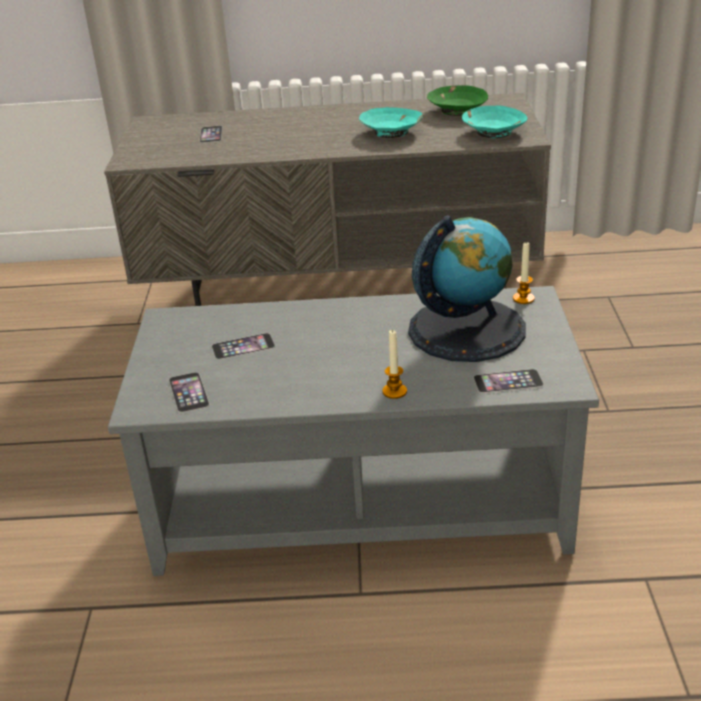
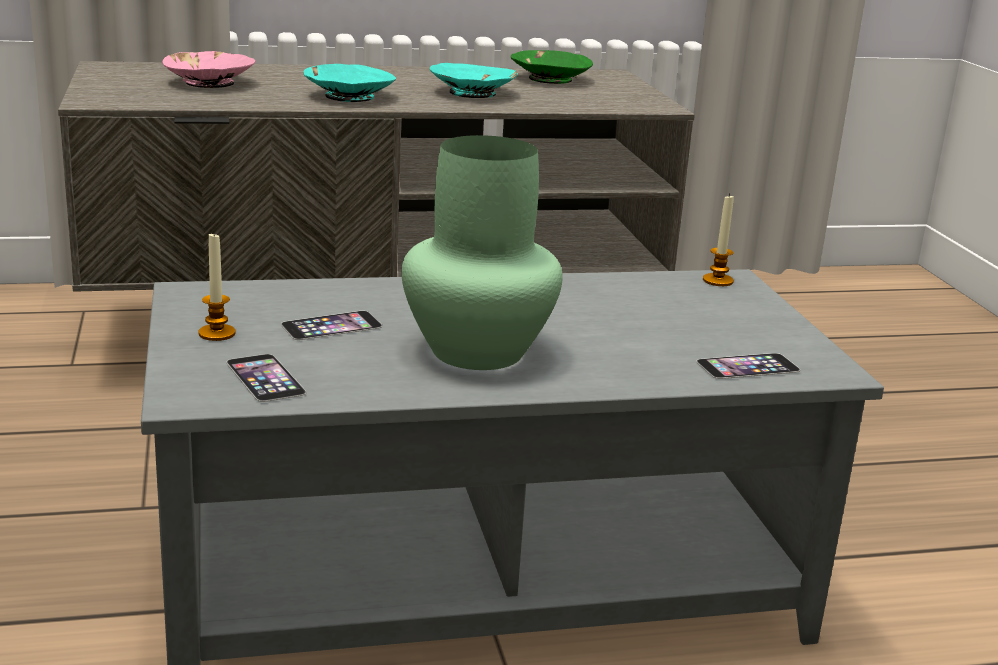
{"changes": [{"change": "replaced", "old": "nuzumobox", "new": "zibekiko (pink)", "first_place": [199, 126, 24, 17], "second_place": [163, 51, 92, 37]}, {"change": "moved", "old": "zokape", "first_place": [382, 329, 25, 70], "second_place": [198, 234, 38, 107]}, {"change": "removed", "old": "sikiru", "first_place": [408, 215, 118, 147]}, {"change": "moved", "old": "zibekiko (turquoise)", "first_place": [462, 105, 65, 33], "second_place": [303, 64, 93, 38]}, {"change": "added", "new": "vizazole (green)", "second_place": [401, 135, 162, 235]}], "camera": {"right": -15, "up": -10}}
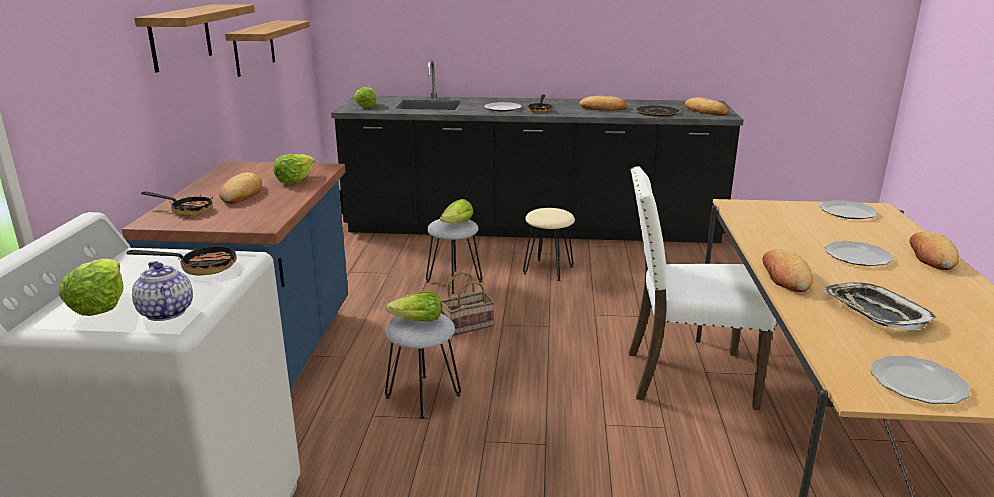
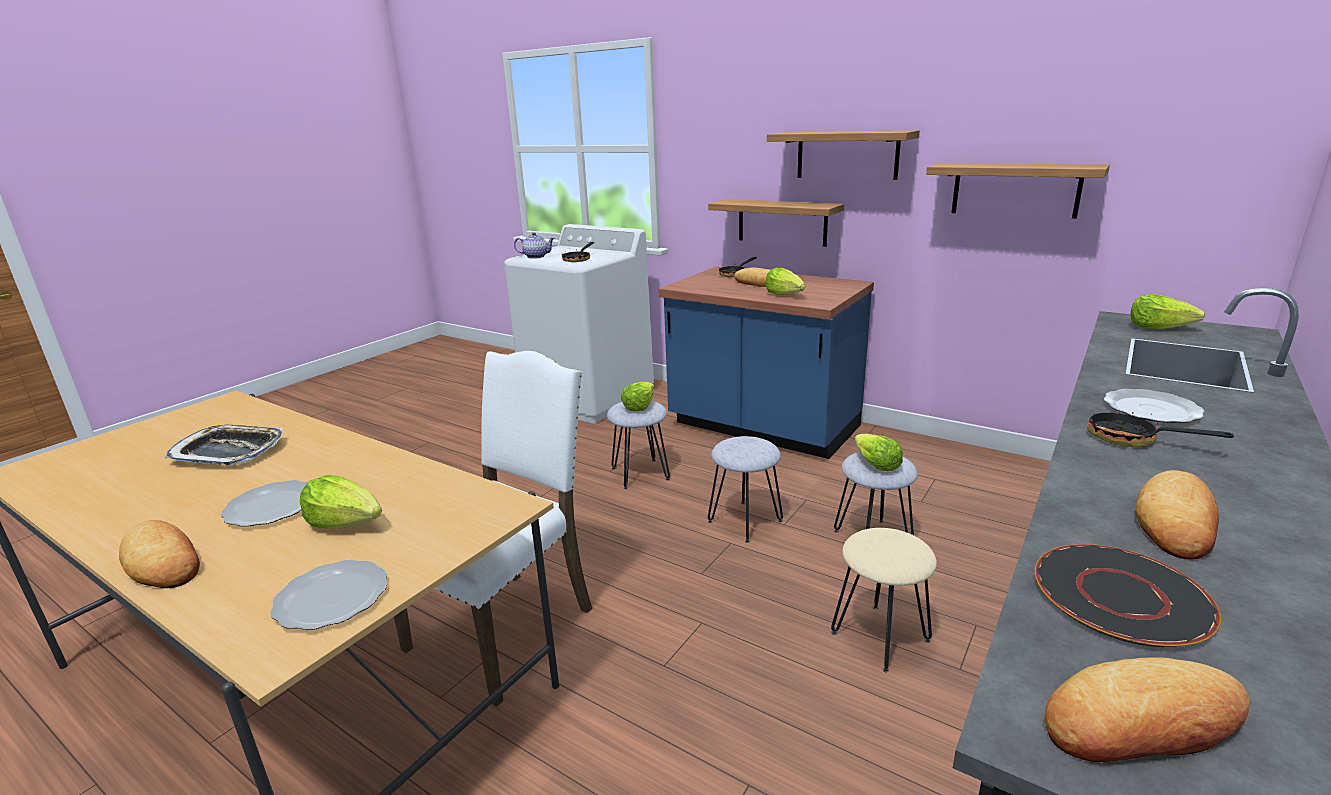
{"changes": [{"change": "moved", "old": "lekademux", "first_place": [59, 259, 65, 57], "second_place": [300, 475, 82, 54]}, {"change": "replaced", "old": "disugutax", "new": "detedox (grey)", "first_place": [441, 272, 54, 64], "second_place": [708, 436, 75, 107]}, {"change": "removed", "old": "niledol", "first_place": [762, 249, 51, 43]}, {"change": "removed", "old": "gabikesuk", "first_place": [871, 355, 99, 49]}, {"change": "added", "new": "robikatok", "second_place": [708, 199, 136, 48]}], "camera": {"right": 120, "up": 0}}
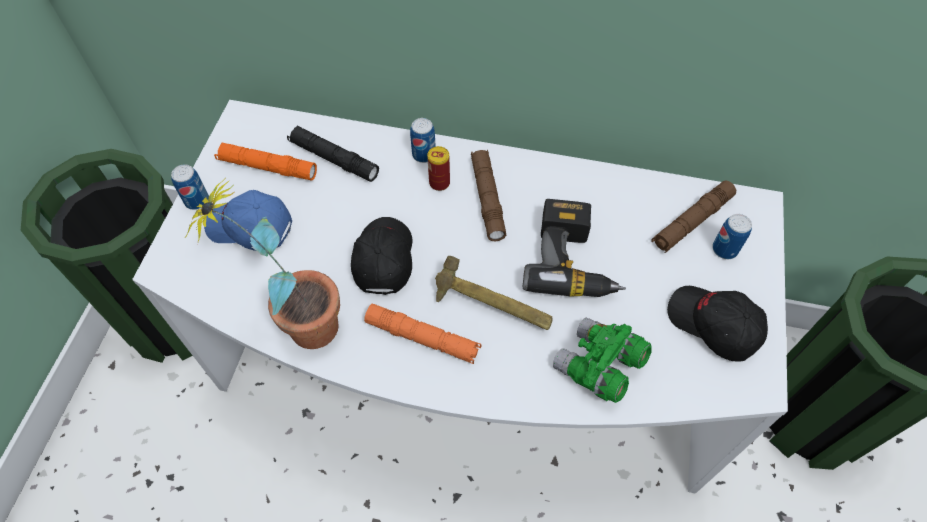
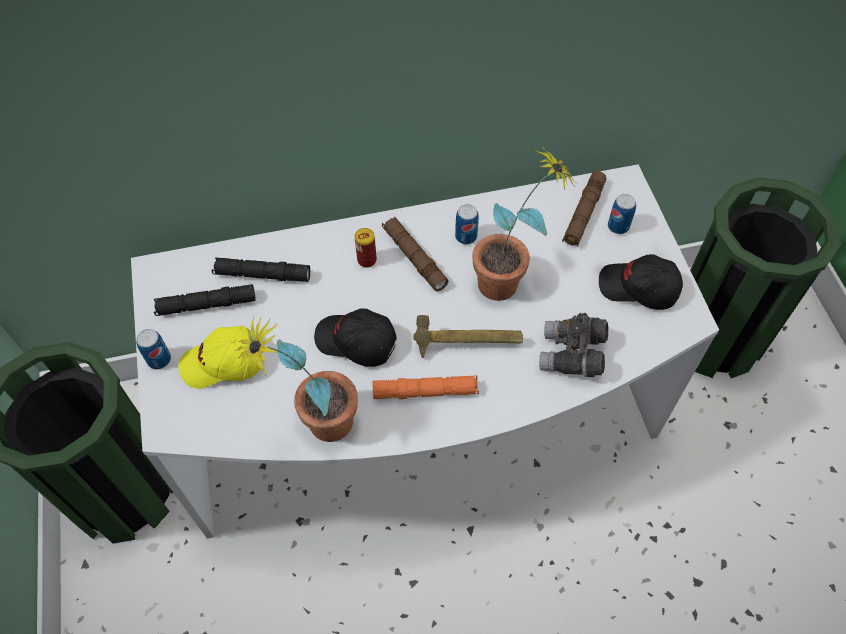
{"changes": [{"change": "recoloured", "old": "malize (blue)", "new": "malize (yellow)", "first_place": [204, 190, 88, 61], "second_place": [179, 326, 84, 63]}, {"change": "recoloured", "old": "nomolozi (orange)", "new": "nomolozi (black)", "first_place": [214, 142, 103, 39], "second_place": [154, 284, 101, 32]}, {"change": "turned", "old": "malize (black)", "first_place": [351, 217, 61, 78], "second_place": [314, 309, 83, 58], "degrees": -45}, {"change": "moved", "old": "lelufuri", "first_place": [410, 118, 26, 45], "second_place": [455, 204, 24, 40]}, {"change": "replaced", "old": "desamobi", "new": "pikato", "first_place": [523, 199, 103, 98], "second_place": [472, 146, 105, 155]}, {"change": "recoloured", "old": "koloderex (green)", "new": "koloderex (grey)", "first_place": [553, 317, 99, 86], "second_place": [539, 313, 69, 64]}], "camera": {"right": -25, "up": 0}}
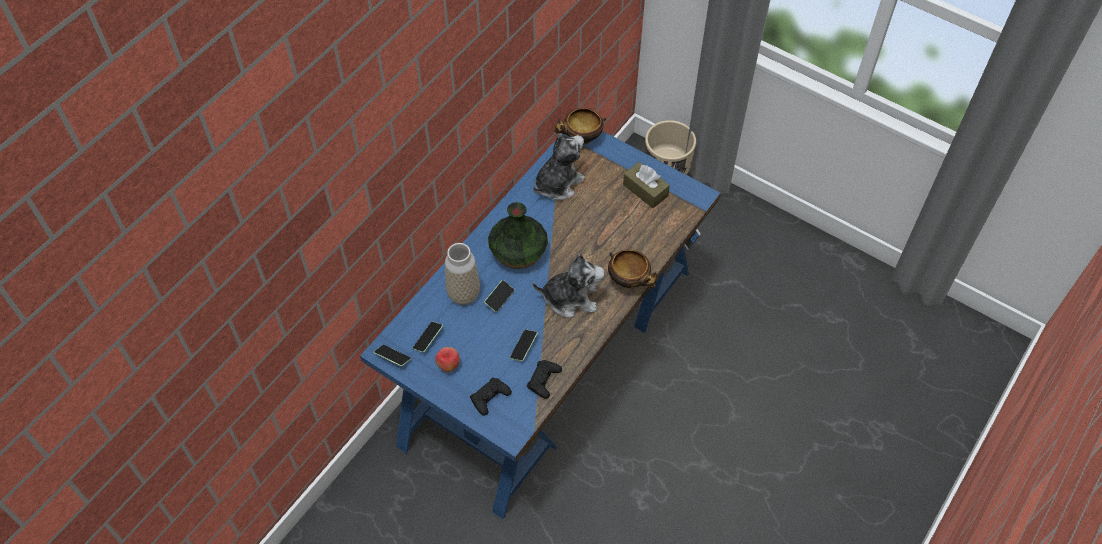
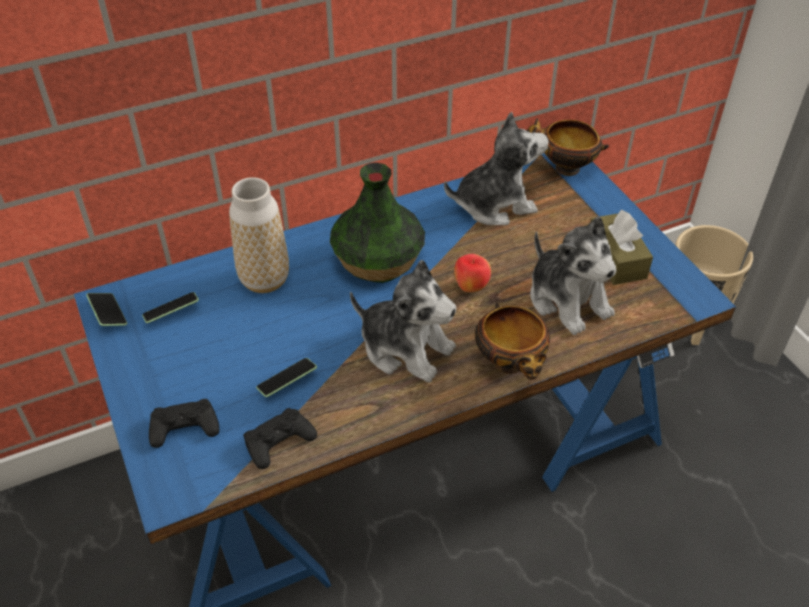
{"changes": [{"change": "moved", "old": "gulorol", "first_place": [435, 347, 25, 25], "second_place": [454, 254, 37, 38]}, {"change": "removed", "old": "nuzumobox", "first_place": [484, 280, 30, 32]}, {"change": "added", "new": "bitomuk", "second_place": [530, 216, 87, 119]}], "camera": {"right": 30, "up": -10}}
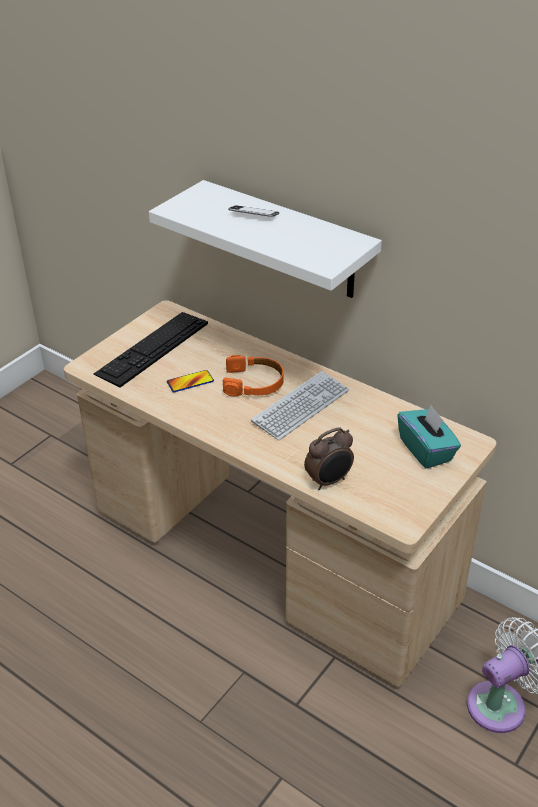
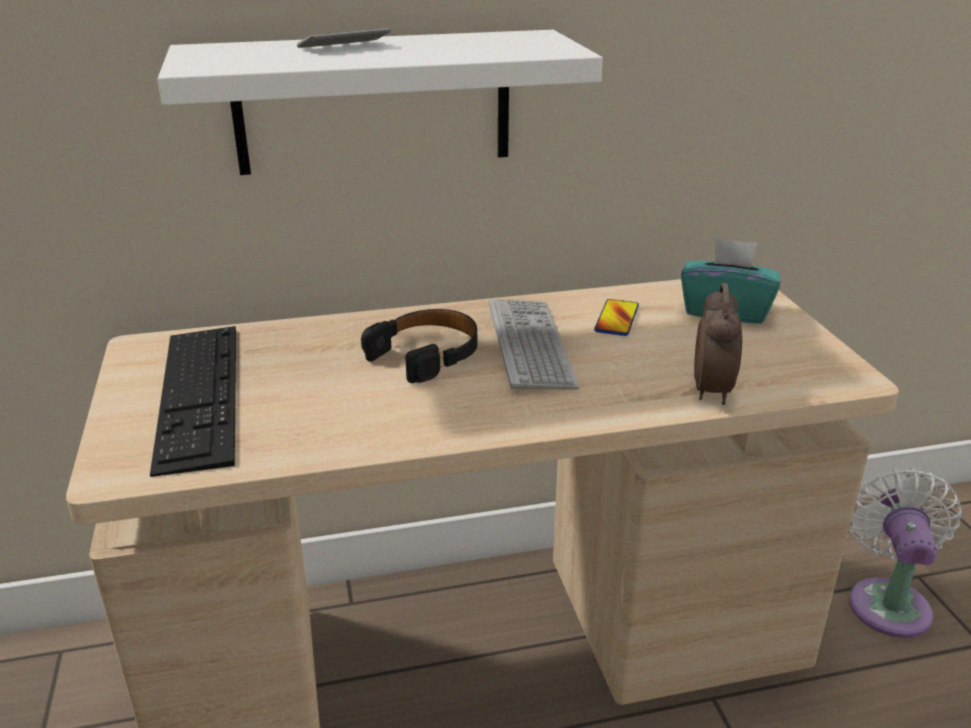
{"changes": [{"change": "moved", "old": "nuzumobox", "first_place": [167, 370, 47, 22], "second_place": [594, 299, 45, 37]}, {"change": "recoloured", "old": "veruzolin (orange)", "new": "veruzolin (black)", "first_place": [223, 355, 61, 41], "second_place": [361, 309, 116, 74]}], "camera": {"right": -50, "up": -10}}
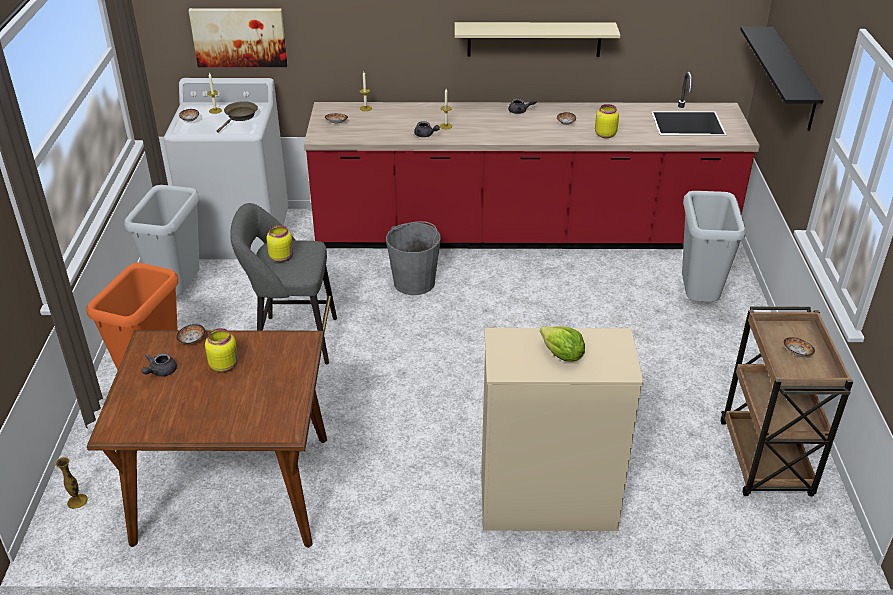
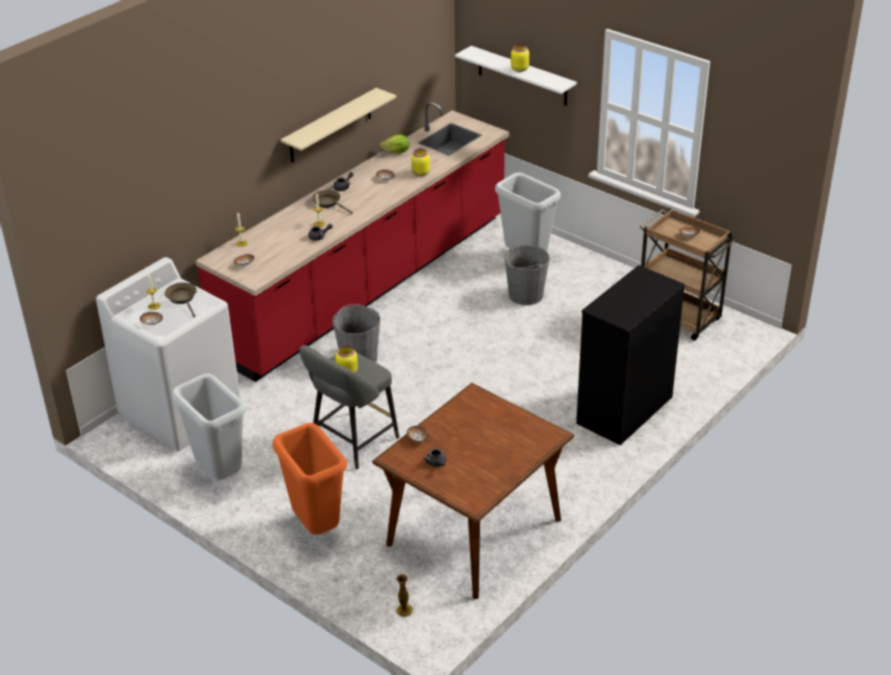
{"changes": [{"change": "removed", "old": "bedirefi", "first_place": [189, 8, 98, 59]}, {"change": "moved", "old": "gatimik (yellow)", "first_place": [205, 328, 33, 44], "second_place": [511, 44, 18, 28]}, {"change": "recoloured", "old": "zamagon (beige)", "new": "zamagon (black)", "first_place": [481, 328, 163, 203], "second_place": [576, 265, 109, 180]}, {"change": "moved", "old": "lekademux", "first_place": [540, 326, 45, 36], "second_place": [379, 135, 31, 18]}, {"change": "recoloured", "old": "robikatok (black)", "new": "robikatok (white)", "first_place": [740, 27, 84, 104], "second_place": [455, 46, 122, 60]}, {"change": "added", "new": "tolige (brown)", "second_place": [312, 190, 41, 24]}, {"change": "added", "new": "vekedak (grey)", "second_place": [504, 245, 46, 60]}], "camera": {"right": -50, "up": 0}}
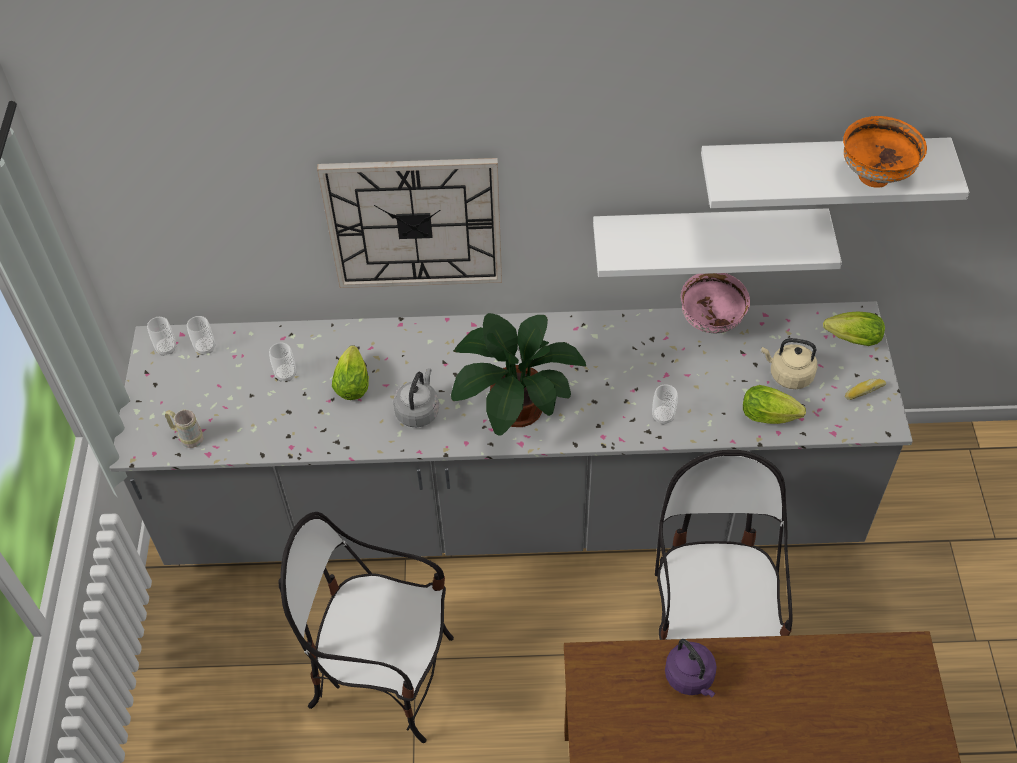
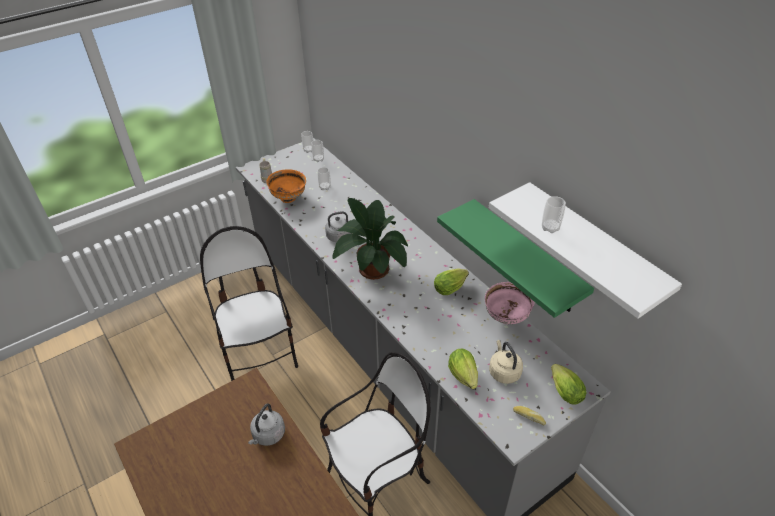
{"changes": [{"change": "removed", "old": "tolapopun", "first_place": [317, 158, 185, 130]}, {"change": "moved", "old": "lekademux", "first_place": [332, 346, 37, 54], "second_place": [434, 268, 35, 27]}, {"change": "recoloured", "old": "robikatok (white)", "new": "robikatok (green)", "first_place": [593, 208, 249, 69], "second_place": [437, 199, 157, 119]}, {"change": "moved", "old": "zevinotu", "first_place": [652, 384, 26, 41], "second_place": [542, 196, 24, 37]}, {"change": "recoloured", "old": "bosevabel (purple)", "new": "bosevabel (grey)", "first_place": [665, 639, 52, 58], "second_place": [248, 403, 37, 43]}, {"change": "moved", "old": "zibekiko (orange)", "first_place": [843, 116, 84, 72], "second_place": [267, 169, 39, 34]}], "camera": {"right": 55, "up": -10}}
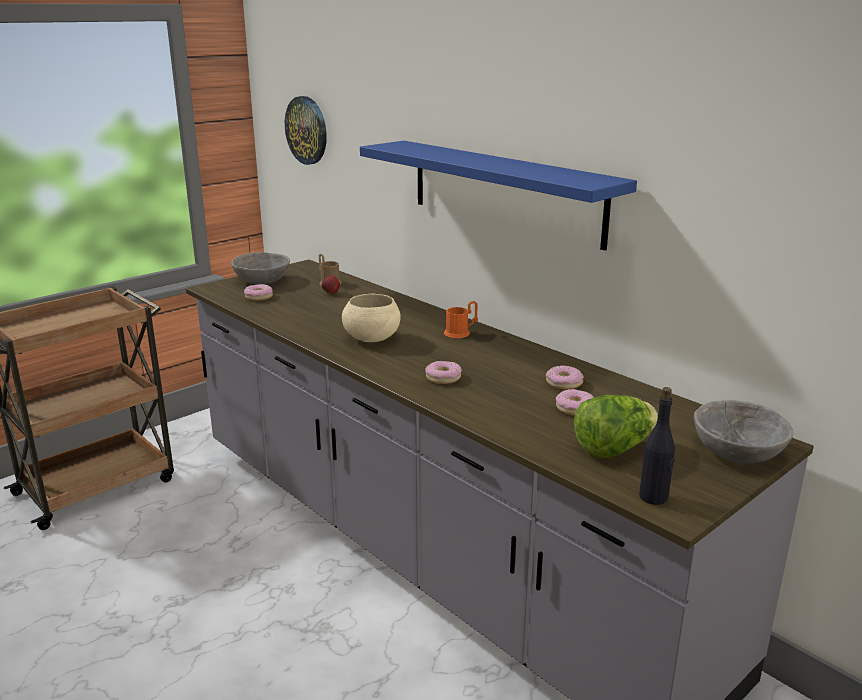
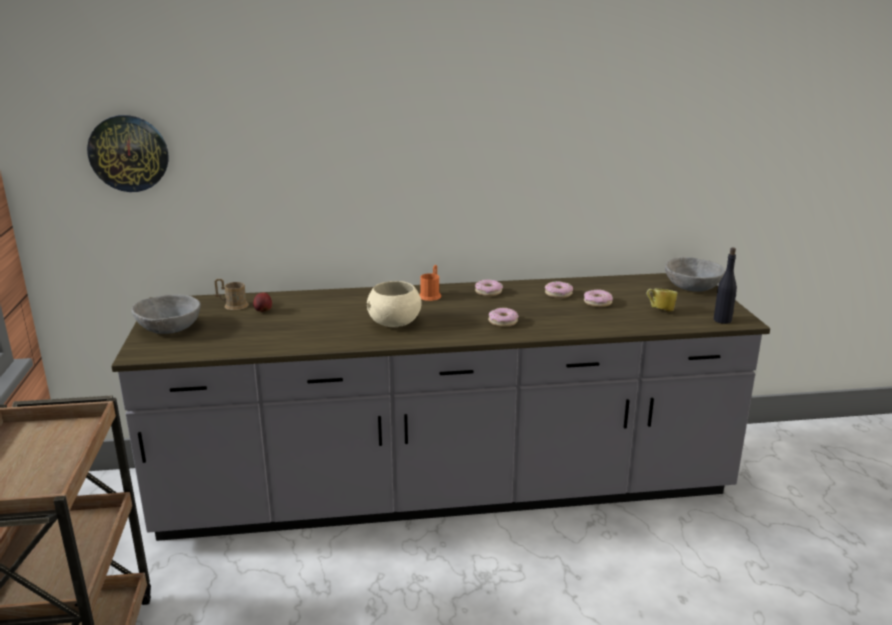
{"changes": [{"change": "moved", "old": "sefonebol", "first_place": [244, 284, 29, 17], "second_place": [475, 279, 28, 17]}, {"change": "removed", "old": "robikatok (blue)", "first_place": [360, 141, 277, 110]}, {"change": "replaced", "old": "lekademux", "new": "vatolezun", "first_place": [574, 395, 84, 63], "second_place": [646, 288, 32, 24]}], "camera": {"right": -55, "up": 0}}
